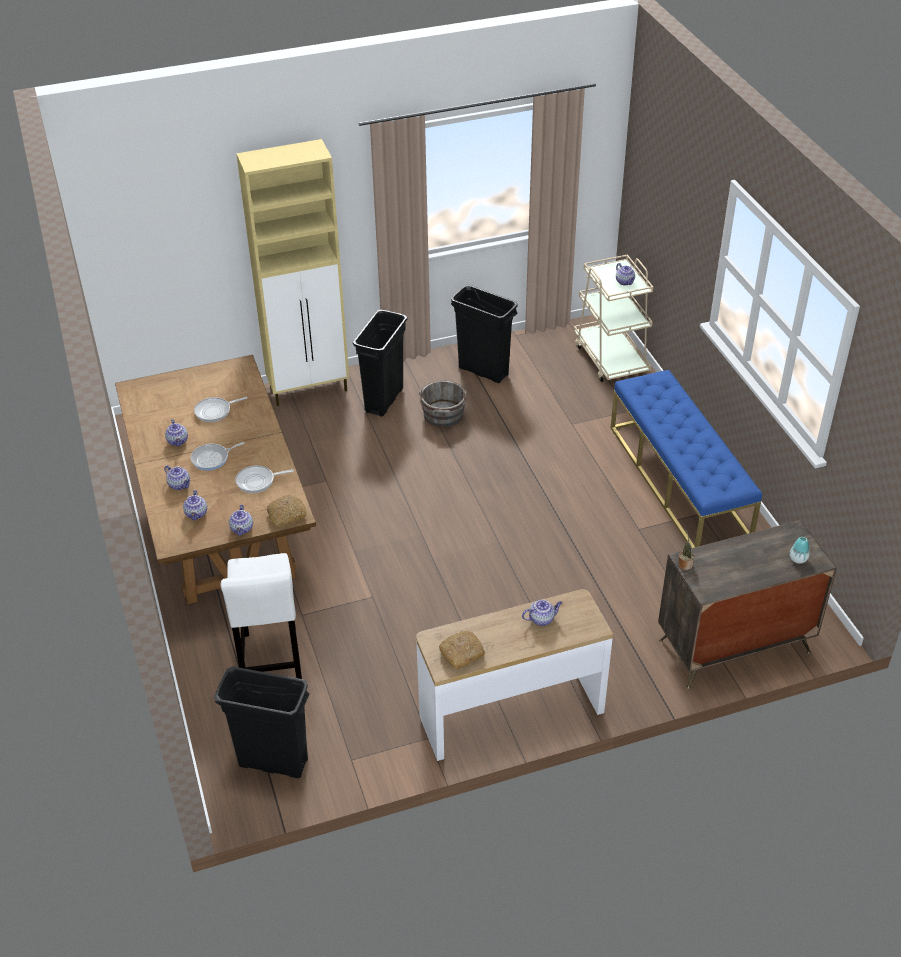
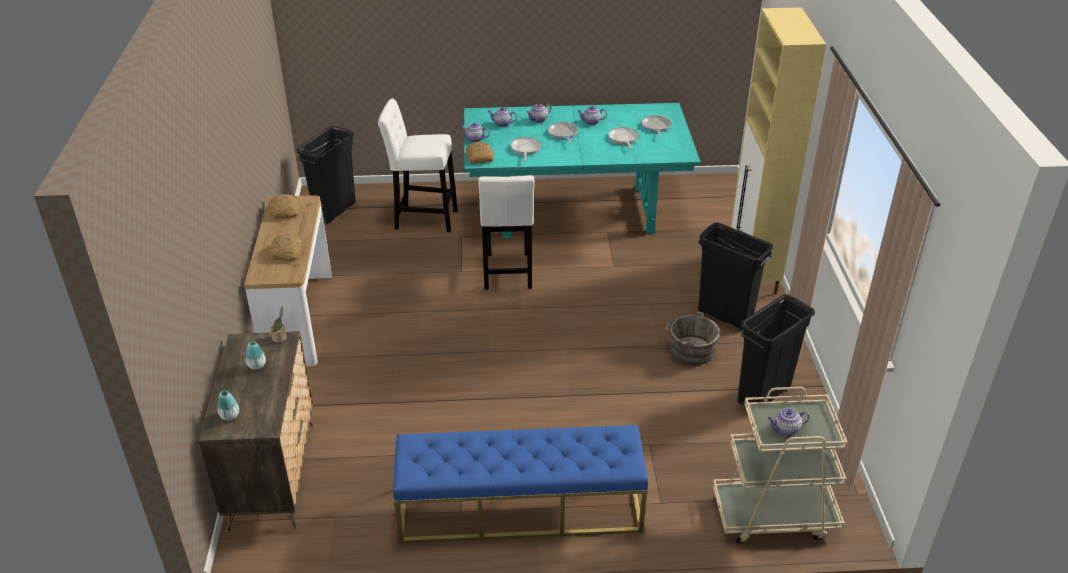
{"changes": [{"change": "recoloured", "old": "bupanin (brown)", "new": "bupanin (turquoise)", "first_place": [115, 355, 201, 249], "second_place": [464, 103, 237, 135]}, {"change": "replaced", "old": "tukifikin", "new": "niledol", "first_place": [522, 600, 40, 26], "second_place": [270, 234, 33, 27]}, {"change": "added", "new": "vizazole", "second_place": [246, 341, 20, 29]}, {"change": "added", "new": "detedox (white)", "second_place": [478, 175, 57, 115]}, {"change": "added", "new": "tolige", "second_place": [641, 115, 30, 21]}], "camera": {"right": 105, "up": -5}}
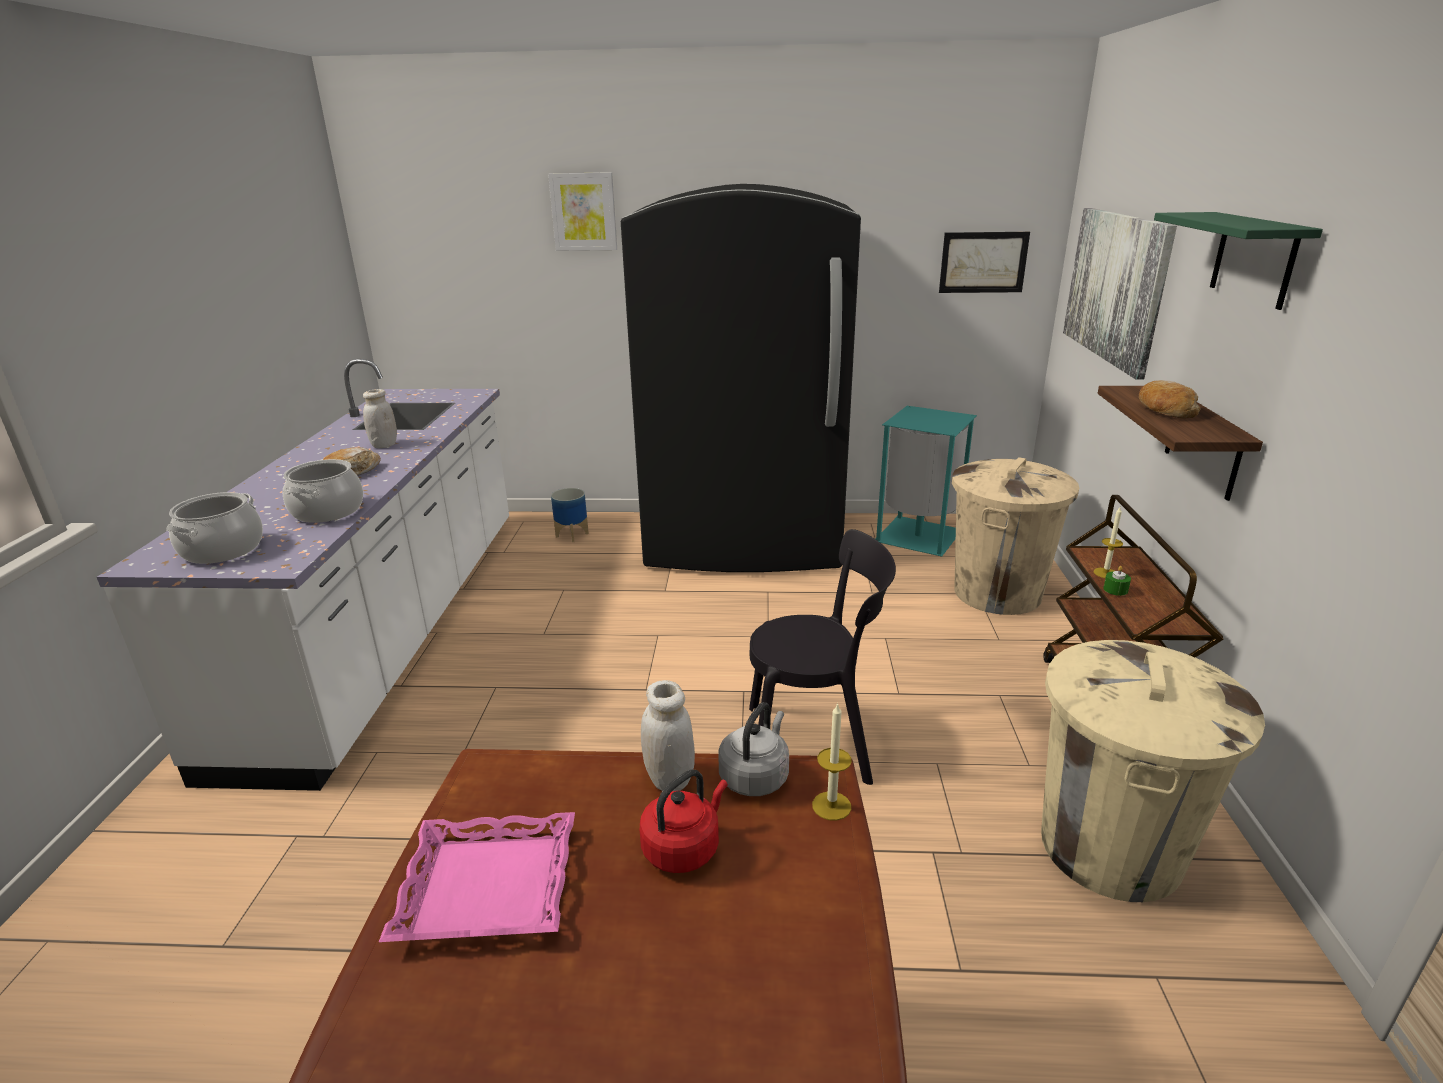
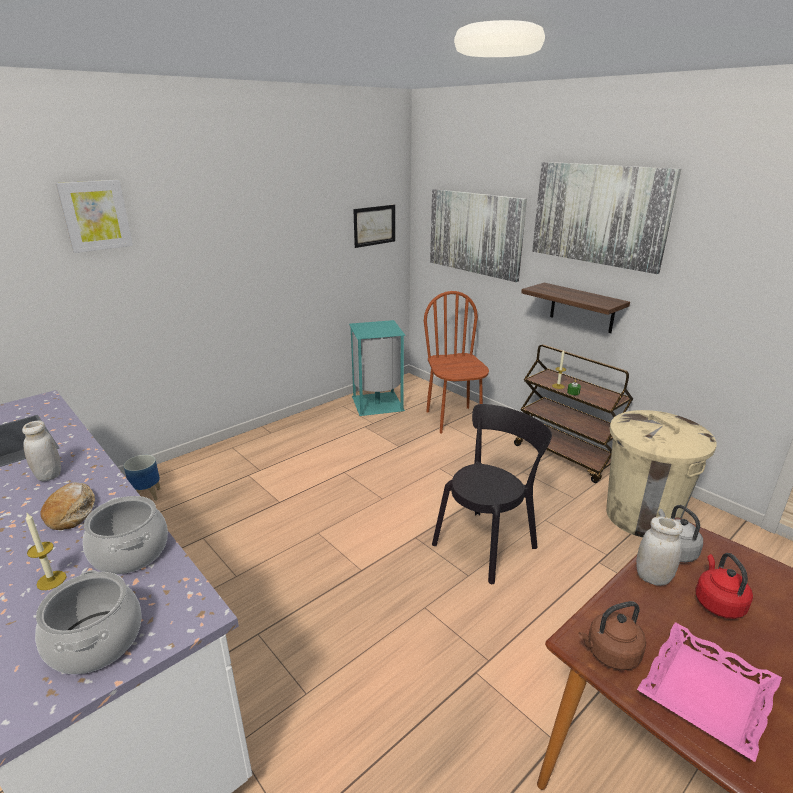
{"changes": [{"change": "removed", "old": "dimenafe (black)", "first_place": [621, 184, 240, 388]}, {"change": "moved", "old": "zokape", "first_place": [812, 703, 40, 118], "second_place": [25, 513, 41, 77]}, {"change": "replaced", "old": "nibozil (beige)", "new": "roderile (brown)", "first_place": [952, 457, 127, 158], "second_place": [424, 291, 65, 142]}, {"change": "removed", "old": "niledol", "first_place": [1139, 380, 61, 38]}, {"change": "replaced", "old": "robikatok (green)", "new": "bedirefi", "first_place": [1154, 212, 169, 98], "second_place": [532, 162, 149, 112]}, {"change": "added", "new": "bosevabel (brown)", "second_place": [578, 601, 68, 69]}], "camera": {"right": -45, "up": 0}}
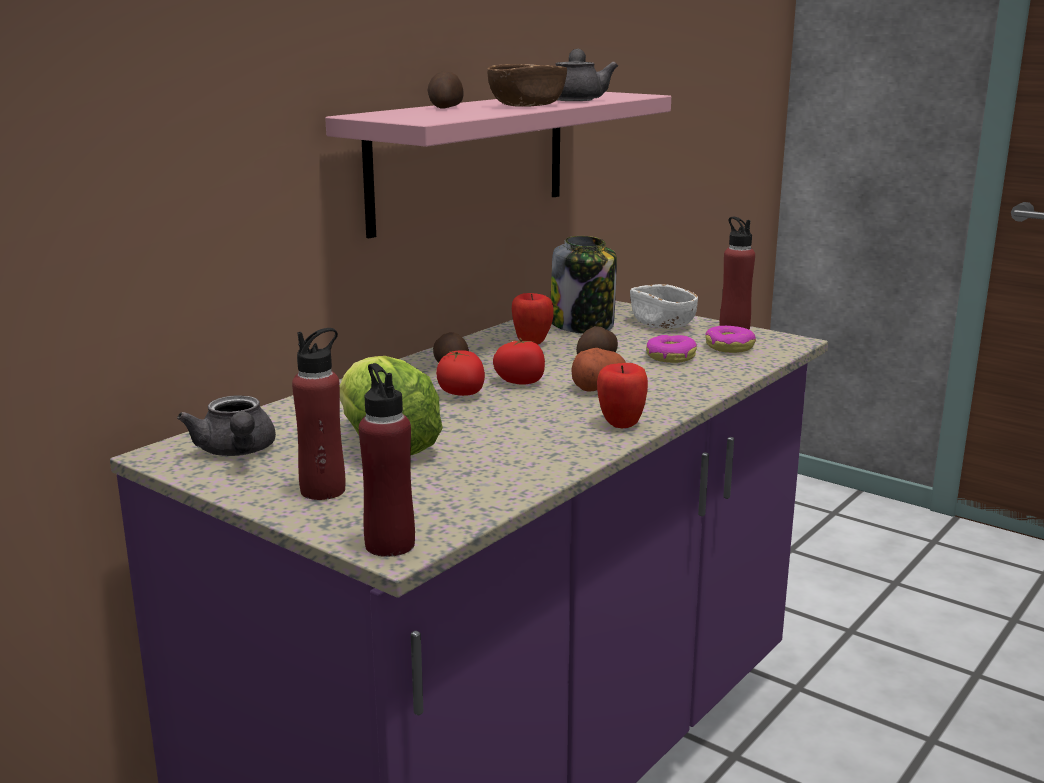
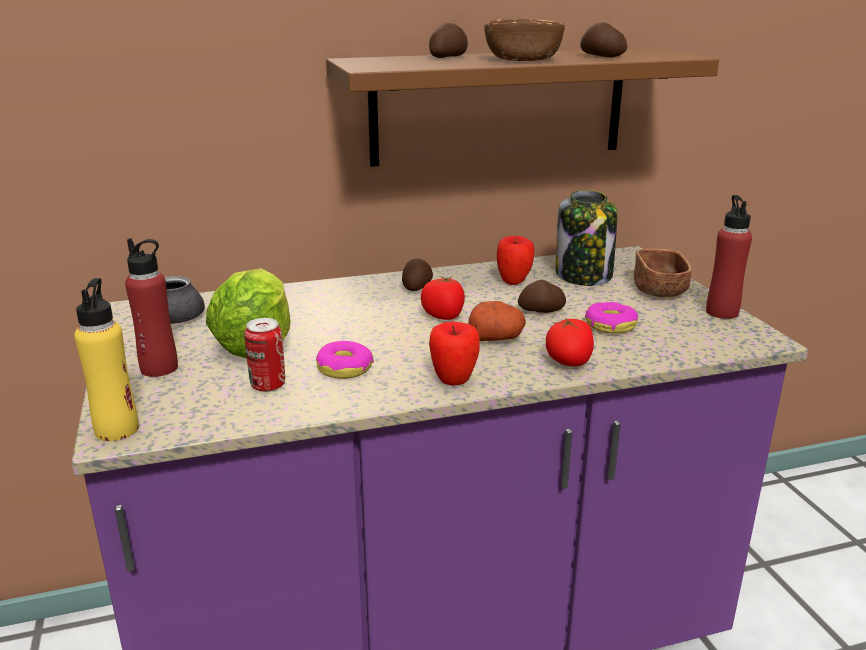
{"changes": [{"change": "recoloured", "old": "robikatok (pink)", "new": "robikatok (brown)", "first_place": [325, 92, 346, 146], "second_place": [326, 48, 393, 119]}, {"change": "recoloured", "old": "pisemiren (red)", "new": "pisemiren (yellow)", "first_place": [359, 363, 56, 194], "second_place": [74, 278, 65, 163]}, {"change": "moved", "old": "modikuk", "first_place": [436, 350, 49, 46], "second_place": [546, 318, 48, 48]}, {"change": "replaced", "old": "tukifikin (grey)", "new": "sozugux", "first_place": [555, 49, 63, 52], "second_place": [580, 22, 47, 35]}, {"change": "recoloured", "old": "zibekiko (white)", "new": "zibekiko (brown)", "first_place": [630, 284, 68, 45], "second_place": [634, 249, 58, 48]}, {"change": "moved", "old": "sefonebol", "first_place": [705, 326, 51, 27], "second_place": [316, 341, 58, 38]}, {"change": "added", "new": "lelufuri", "second_place": [244, 318, 41, 74]}], "camera": {"right": 35, "up": 5}}
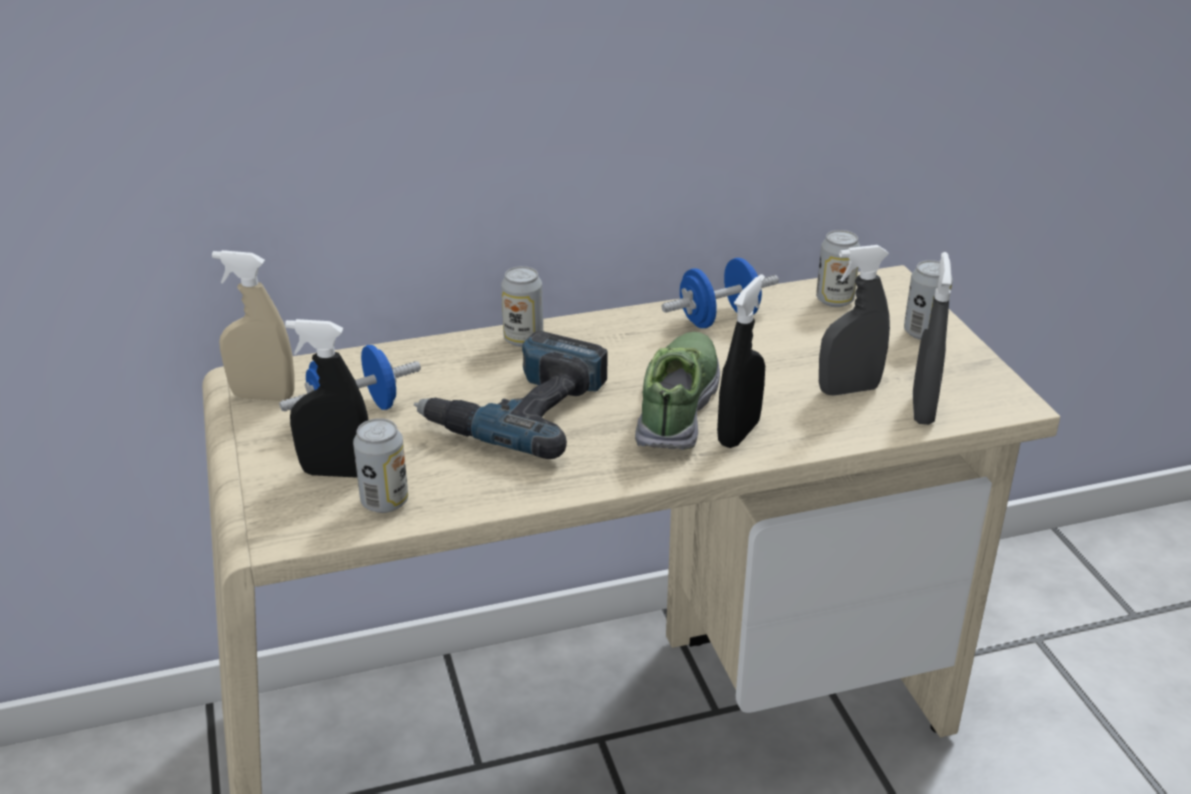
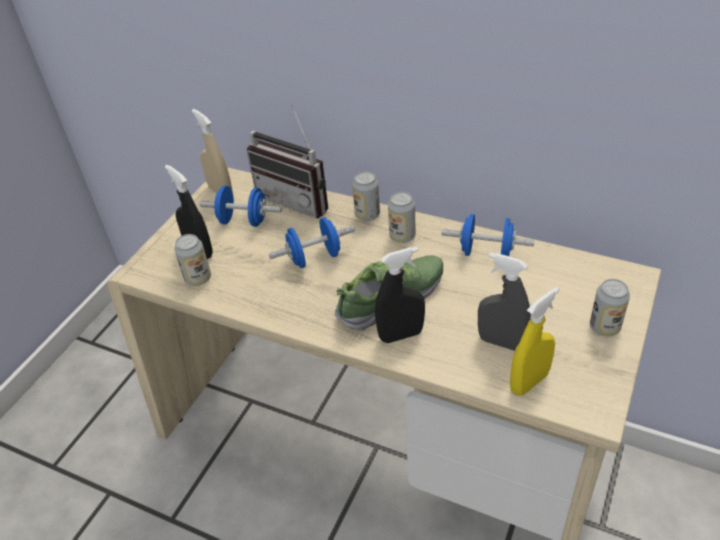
{"changes": [{"change": "replaced", "old": "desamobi", "new": "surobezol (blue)", "first_place": [414, 331, 193, 128], "second_place": [269, 217, 86, 51]}, {"change": "moved", "old": "lelufuri", "first_place": [816, 230, 45, 77], "second_place": [388, 192, 27, 51]}, {"change": "recoloured", "old": "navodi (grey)", "new": "navodi (yellow)", "first_place": [913, 252, 39, 173], "second_place": [510, 287, 49, 109]}, {"change": "added", "new": "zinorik", "second_place": [247, 105, 81, 113]}], "camera": {"right": 45, "up": 10}}
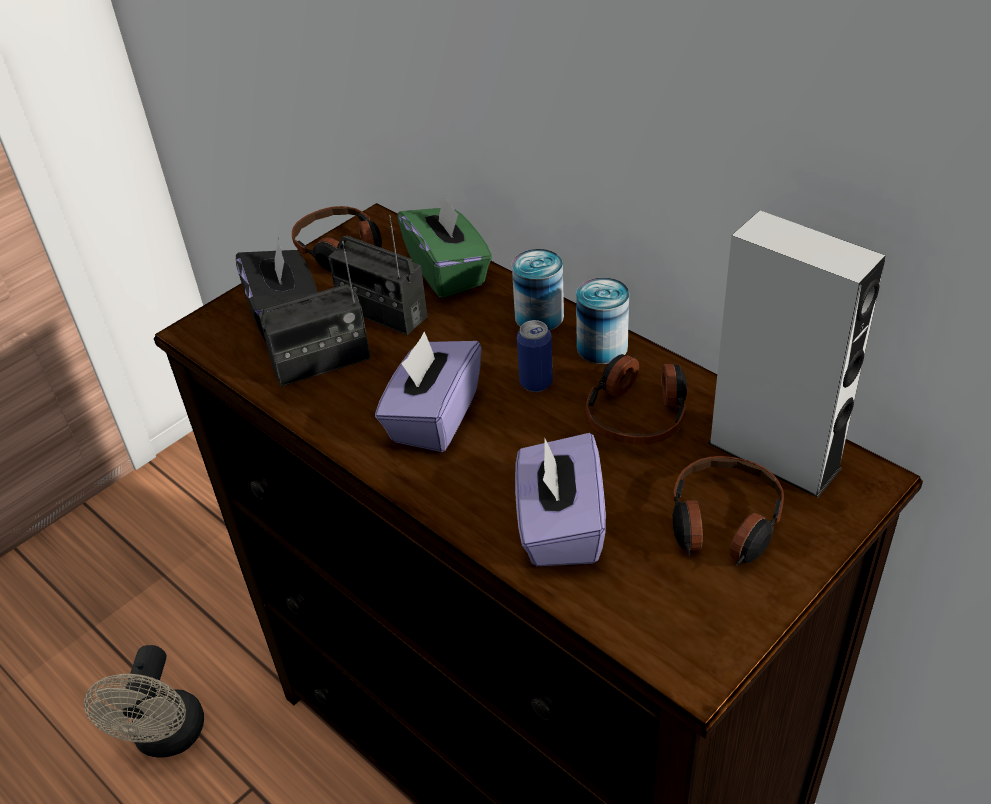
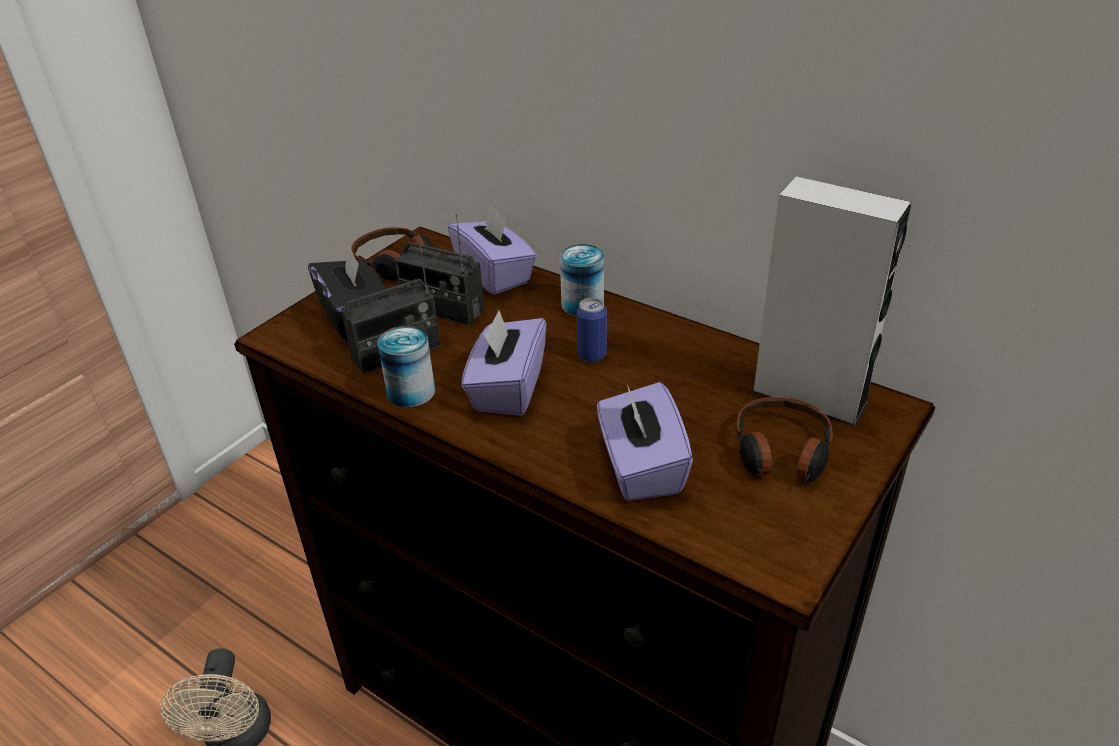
{"changes": [{"change": "recoloured", "old": "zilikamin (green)", "new": "zilikamin (purple)", "first_place": [397, 194, 95, 104], "second_place": [448, 206, 89, 89]}, {"change": "moved", "old": "lelufuri", "first_place": [576, 278, 53, 86], "second_place": [378, 326, 57, 81]}, {"change": "removed", "old": "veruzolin", "first_place": [586, 354, 101, 91]}], "camera": {"right": -10, "up": -5}}
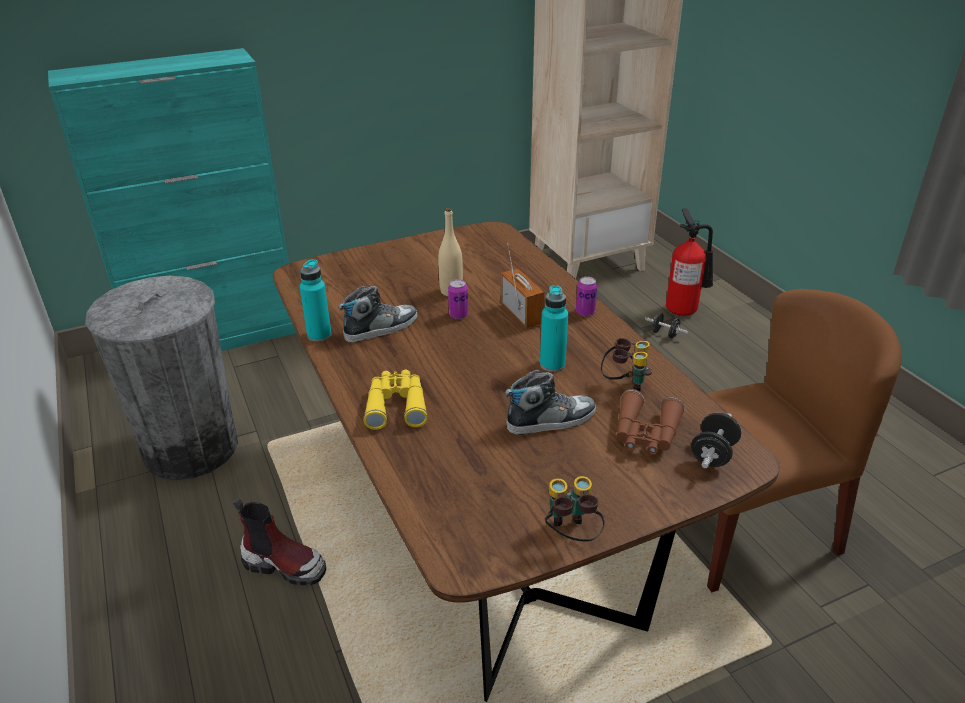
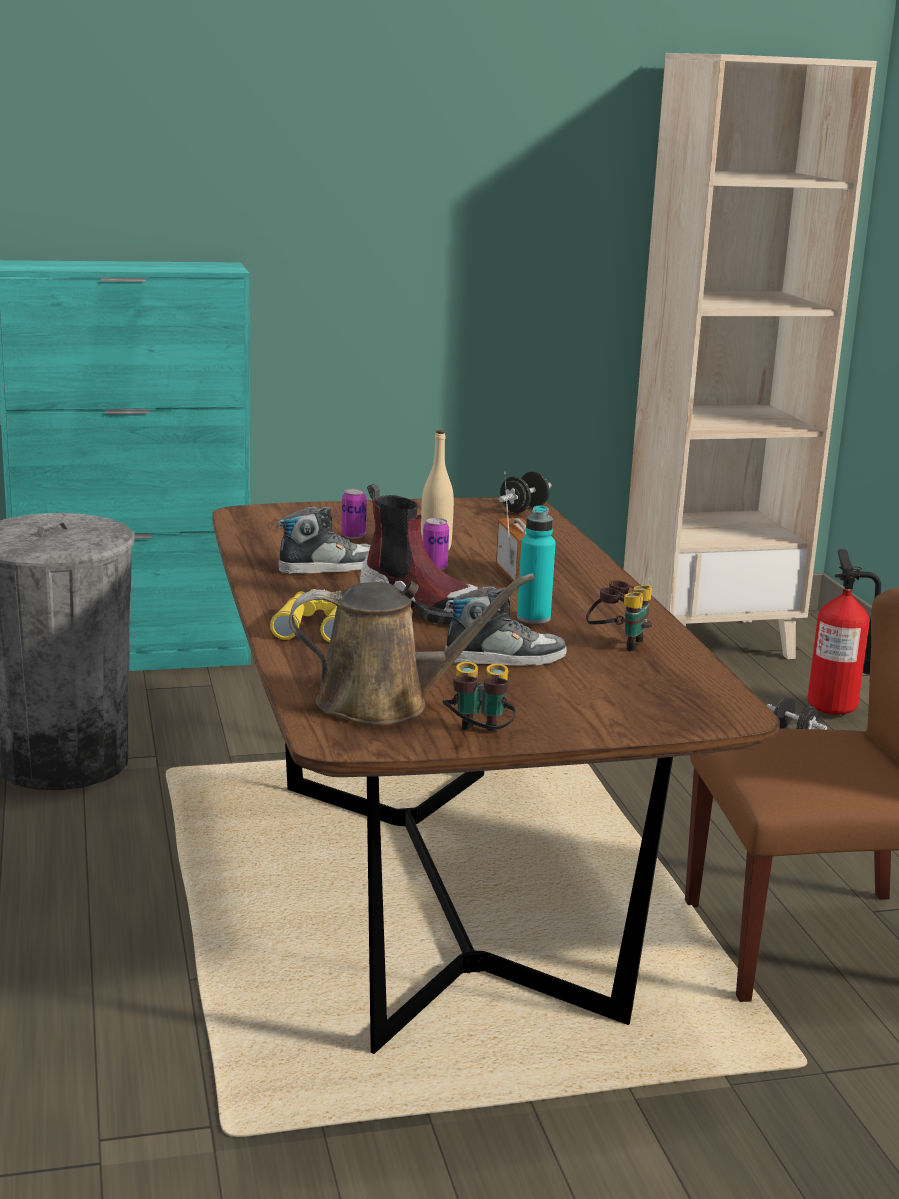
{"changes": [{"change": "moved", "old": "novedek", "first_place": [233, 498, 93, 87], "second_place": [360, 484, 119, 140]}, {"change": "removed", "old": "pisemiren (turquoise)", "first_place": [299, 259, 33, 83]}, {"change": "moved", "old": "lelufuri", "first_place": [576, 276, 21, 40], "second_place": [341, 489, 26, 50]}, {"change": "removed", "old": "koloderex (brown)", "first_place": [616, 389, 69, 66]}, {"change": "moved", "old": "surobezol (black)", "first_place": [691, 413, 50, 55], "second_place": [499, 471, 52, 42]}, {"change": "added", "new": "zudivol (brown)", "second_place": [289, 574, 246, 151]}], "camera": {"right": 10, "up": -15}}
